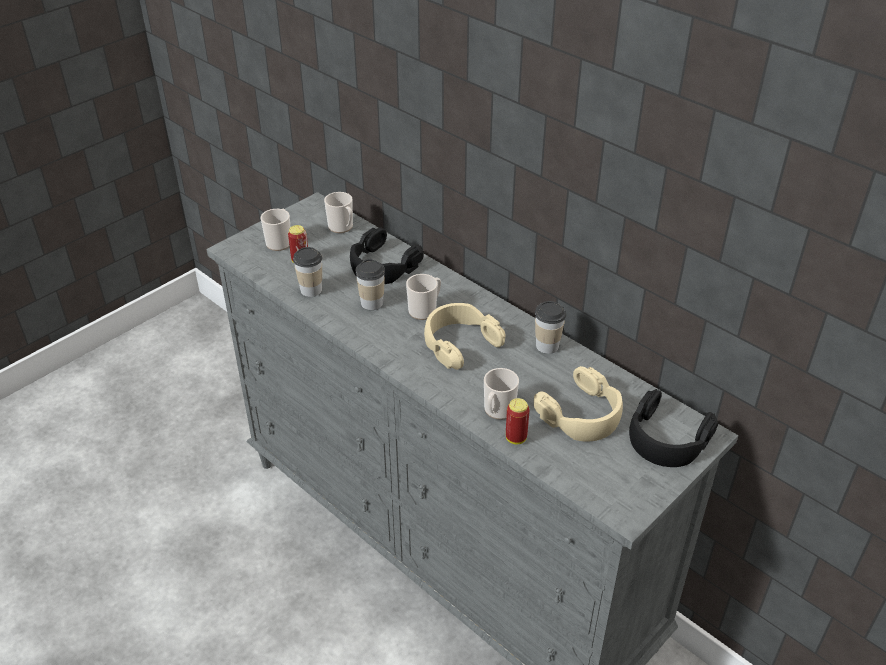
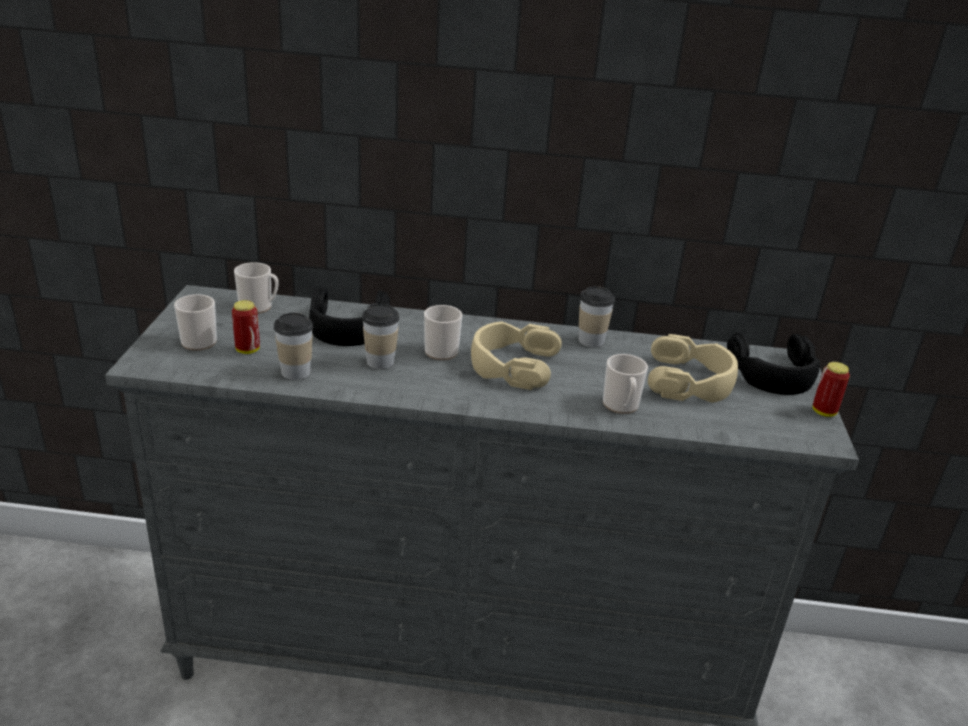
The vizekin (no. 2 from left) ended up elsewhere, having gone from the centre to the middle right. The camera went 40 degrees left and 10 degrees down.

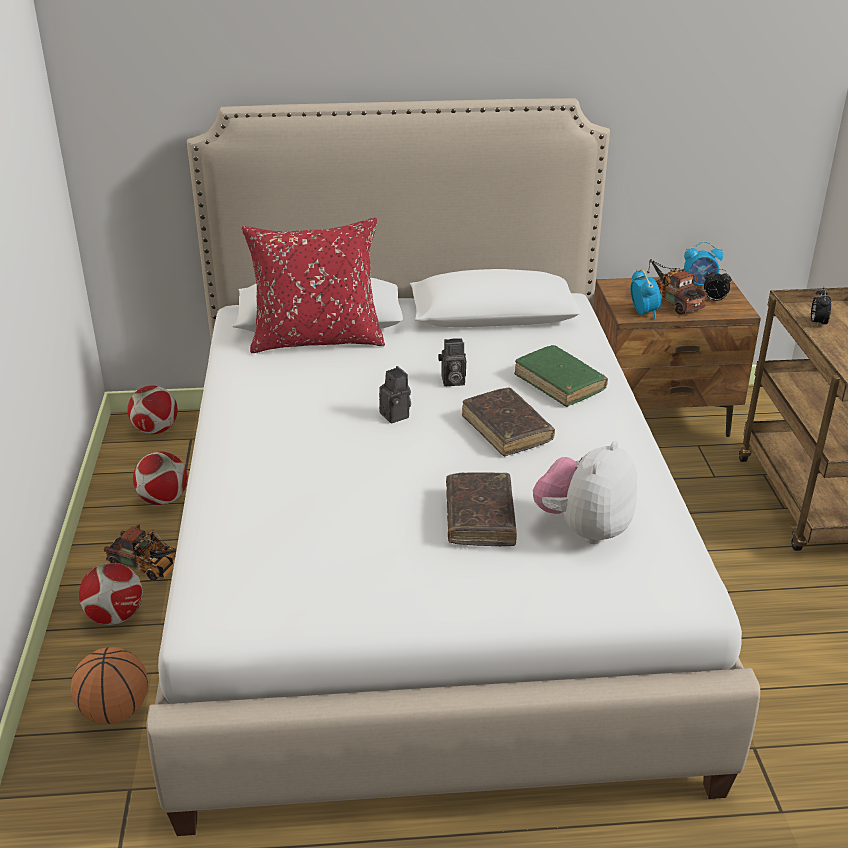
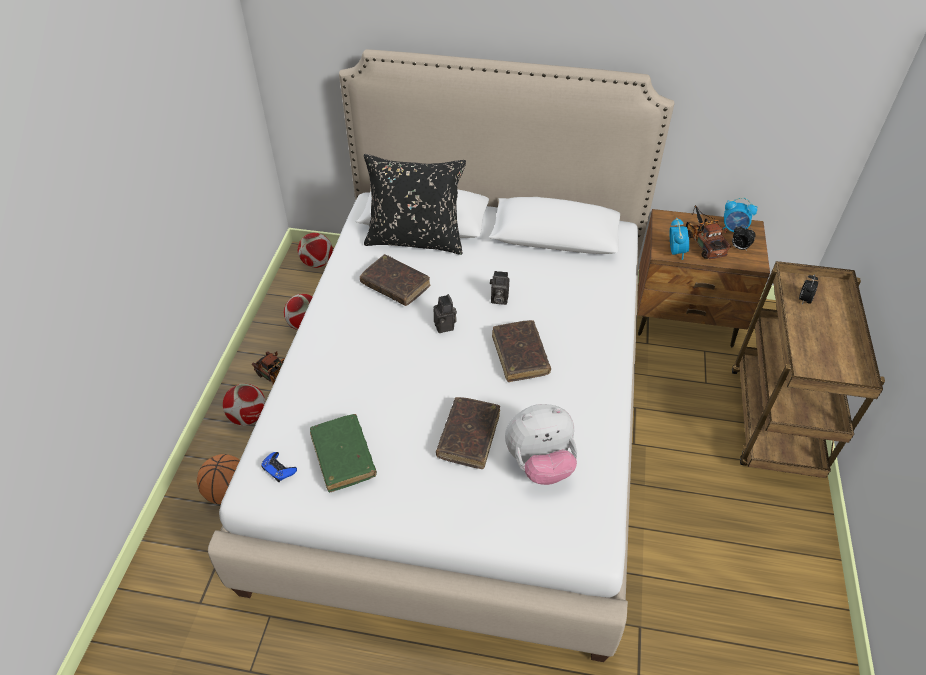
The second view gained the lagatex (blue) at the bottom left. The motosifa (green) ended up elsewhere, having gone from the centre to the bottom centre. The second view gained the motosifa (brown) (no. 1 from left) at the centre. What was the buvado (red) at the centre turned into the buvado (black) at the top centre. The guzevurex at the middle right ended up facing another way, 150 degrees counterclockwise from before. The camera went 15 degrees right and 15 degrees up.

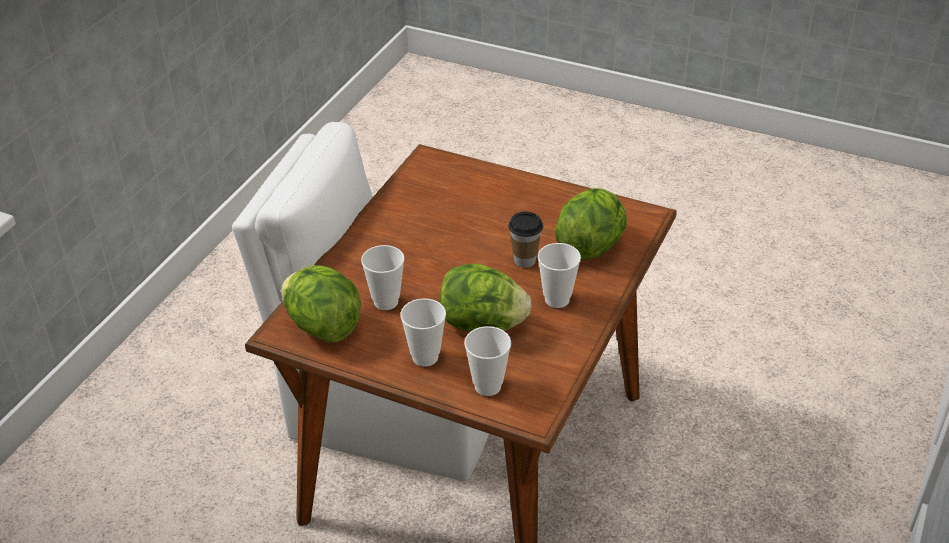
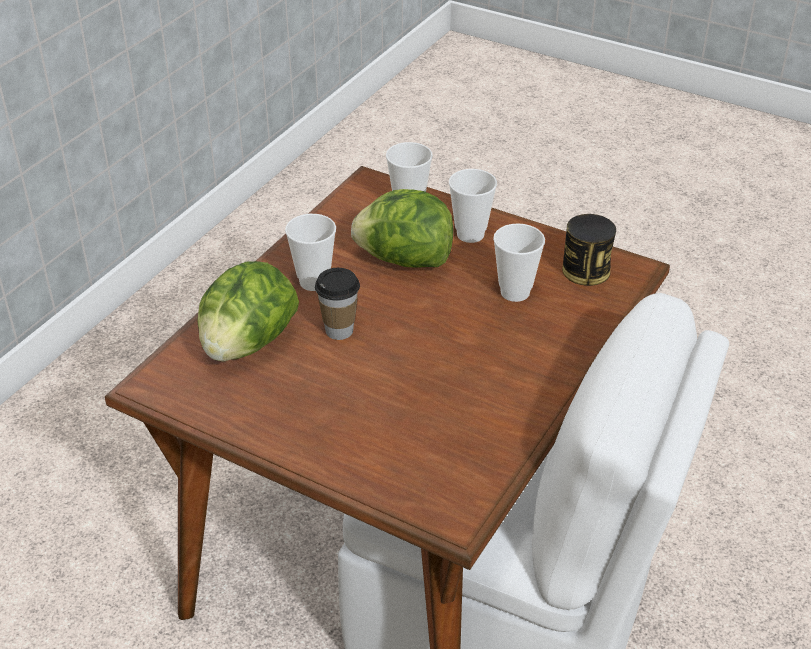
Where the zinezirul (no. 1 from left) stood at the centre, the vizekin came to stand at the middle right. The camera went 175 degrees left and 0 degrees up.

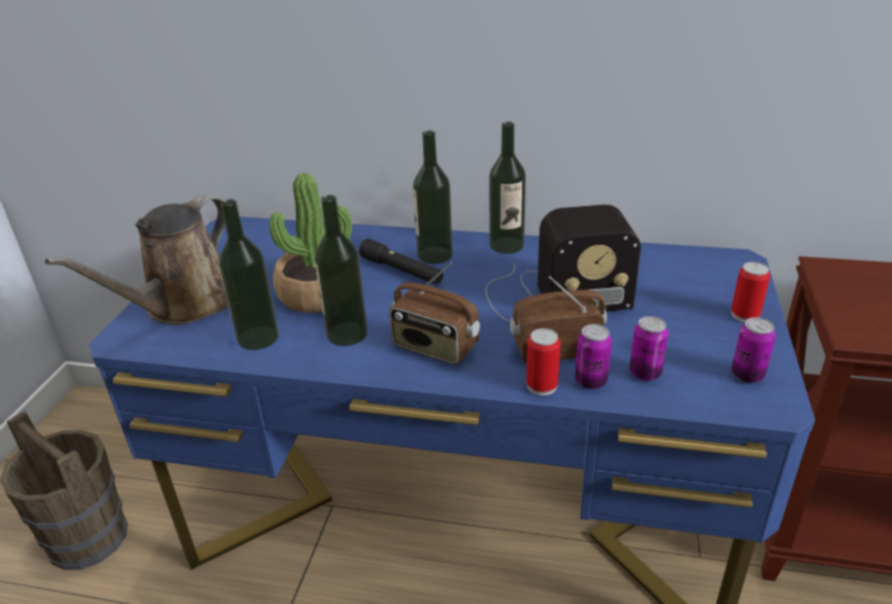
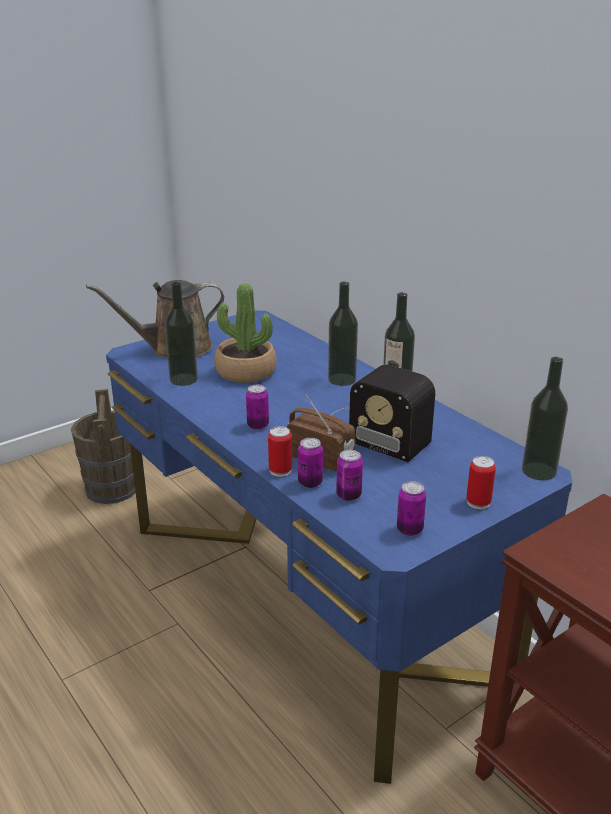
Where the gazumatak (no. 1 from left) stood at the centre, the vizekin (no. 1 from left) came to stand at the centre. The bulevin (no. 2 from left in the first image) ended up elsewhere, having gone from the centre to the middle right. The second view lost the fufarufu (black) at the centre. The camera went 40 degrees right and 5 degrees down.

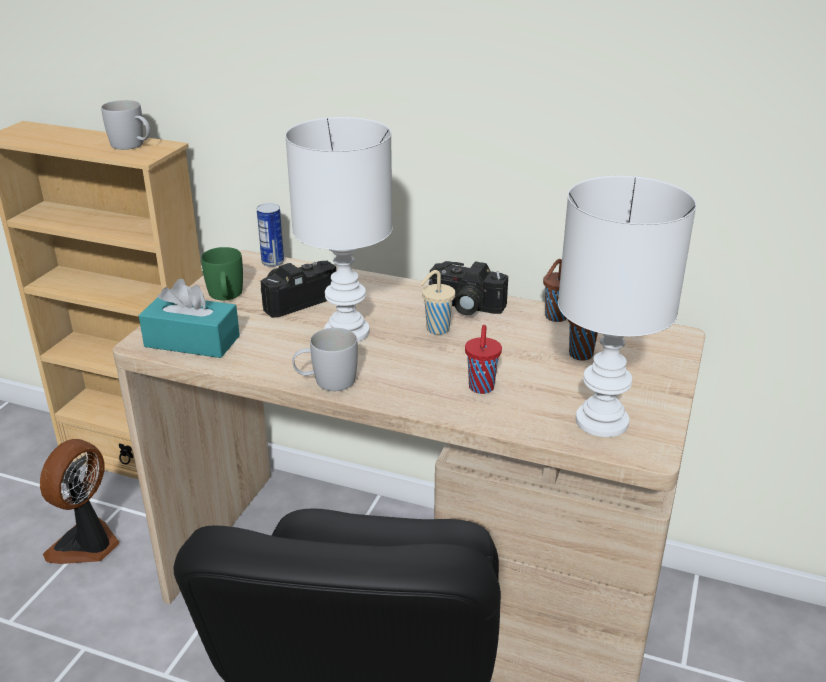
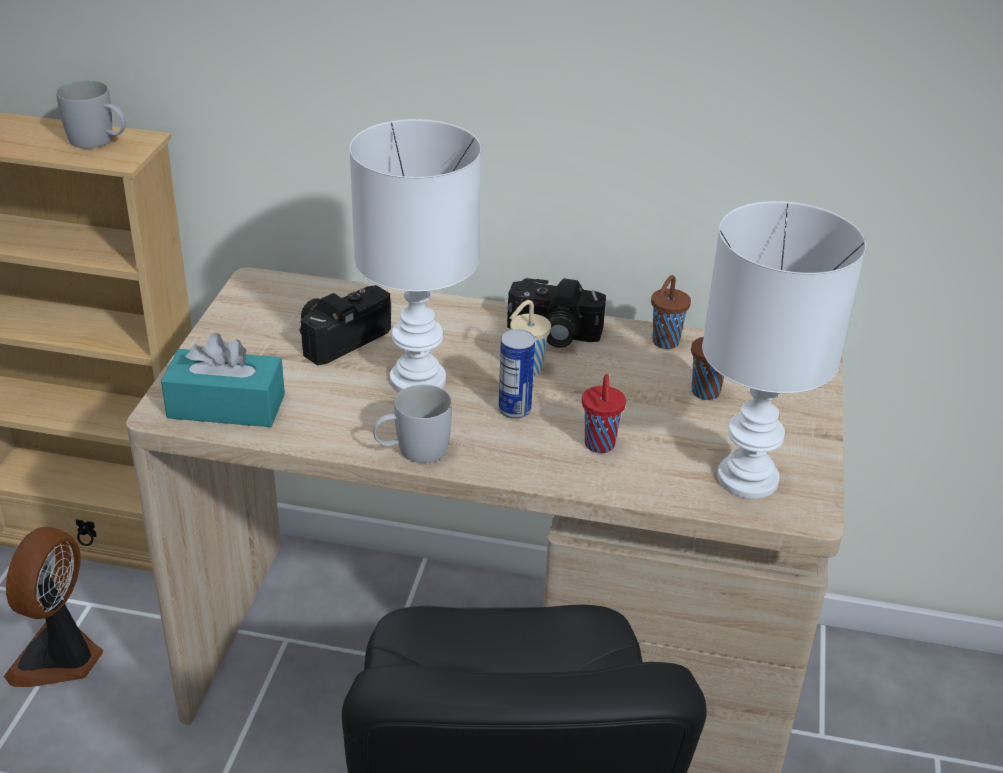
The vizekin ended up elsewhere, having gone from the middle left to the centre. The second view lost the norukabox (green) at the middle left. The camera went 10 degrees left and 5 degrees up.

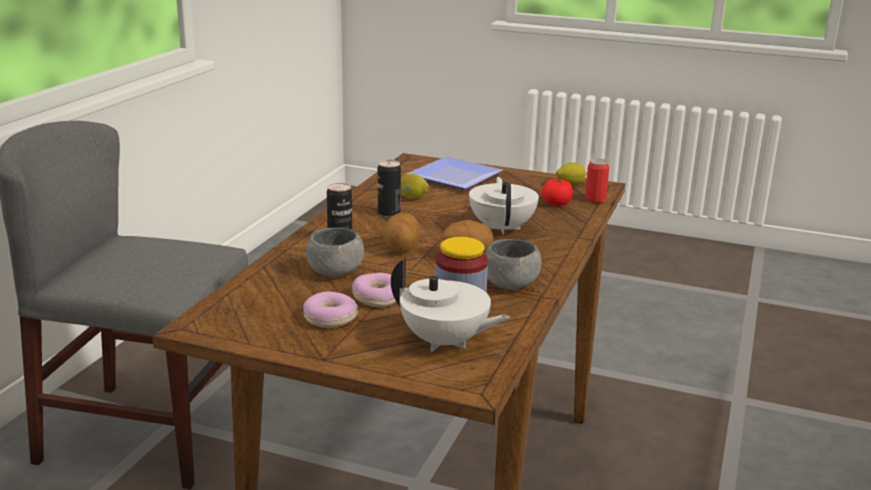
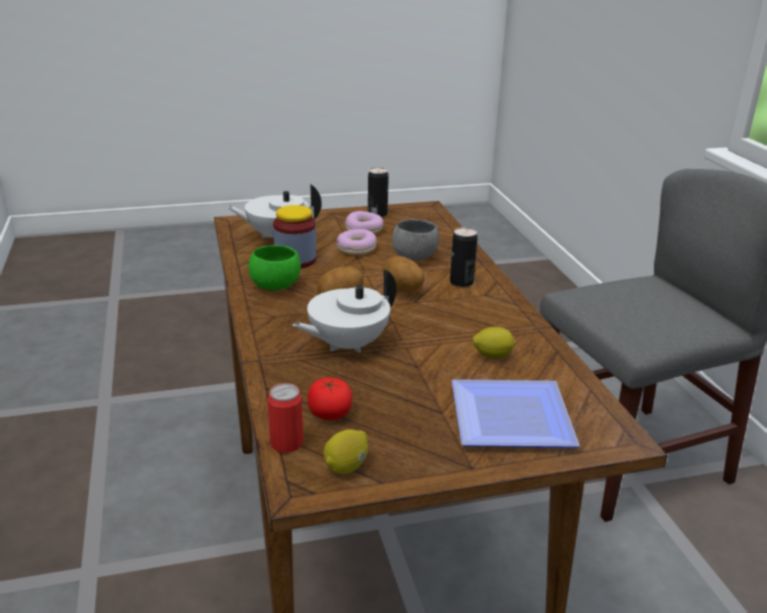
What was the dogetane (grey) (no. 2 from left) at the centre turned into the dogetane (green) at the centre. The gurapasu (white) (no. 2 from left) at the centre ended up facing another way, 90 degrees clockwise from before. The vizekin (no. 2 from left) ended up elsewhere, having gone from the centre to the top centre. The camera went 145 degrees right and 5 degrees up.

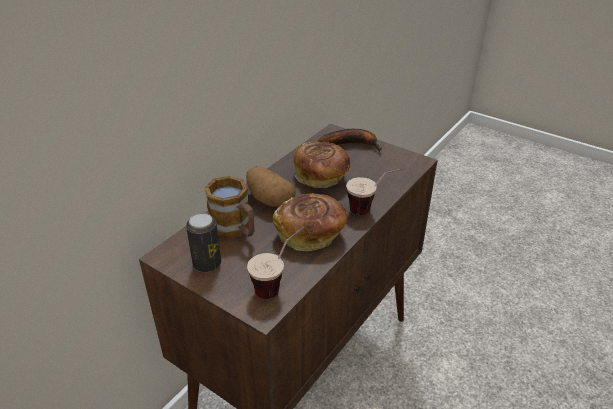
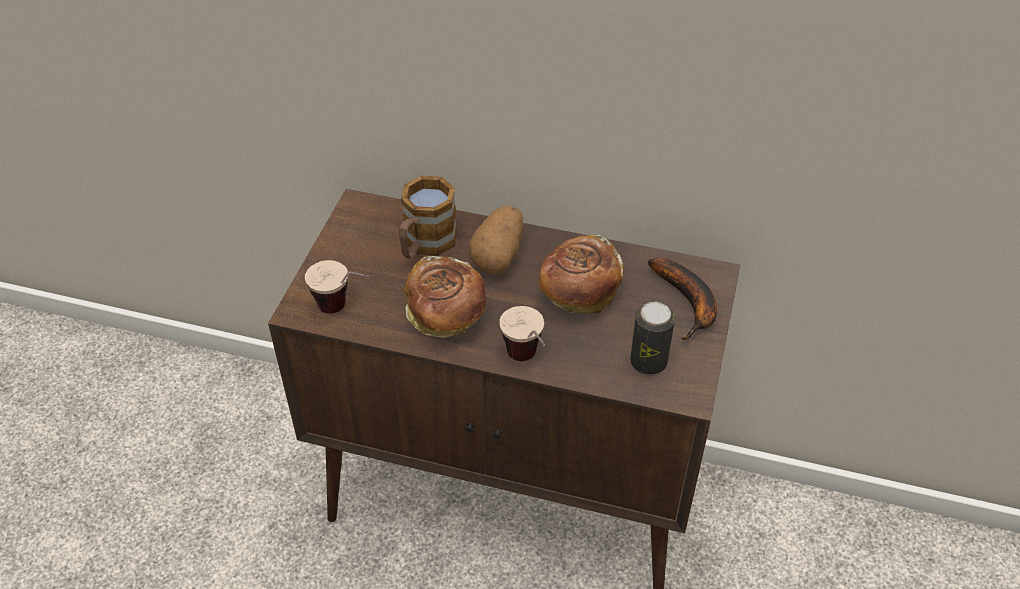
The vizekin ended up elsewhere, having gone from the middle left to the centre. The camera went 70 degrees right and 10 degrees up.

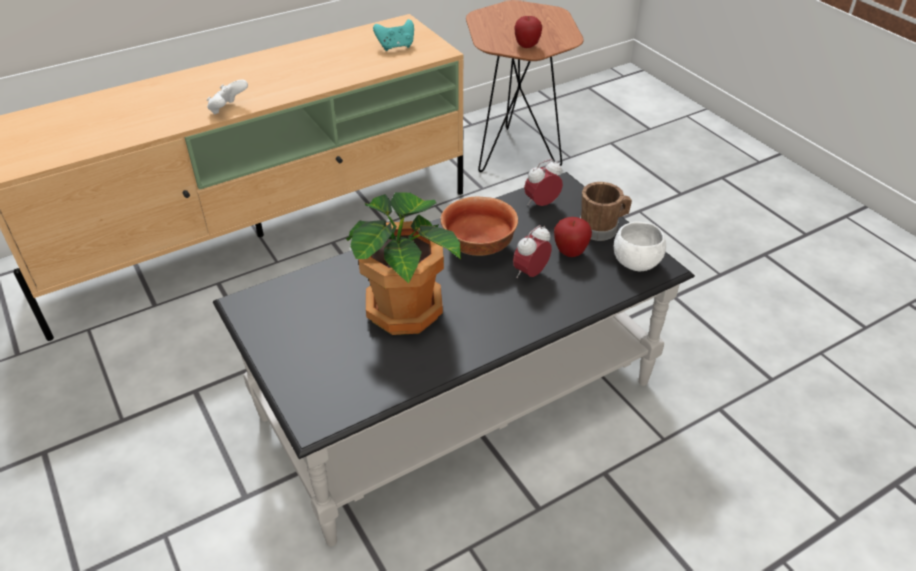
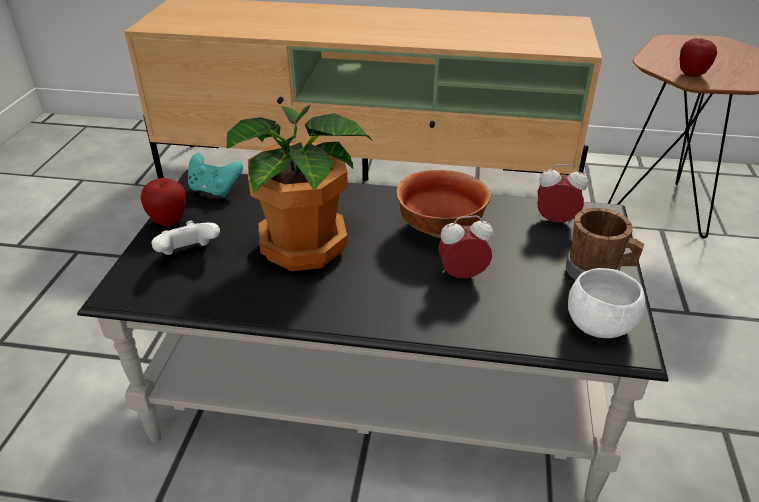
The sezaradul (no. 2 from left in the first image) ended up elsewhere, having gone from the centre to the middle left. The lagatex (white) ended up elsewhere, having gone from the top left to the middle left. The lagatex (turquoise) ended up elsewhere, having gone from the top centre to the middle left. The camera went 40 degrees right and 5 degrees down.

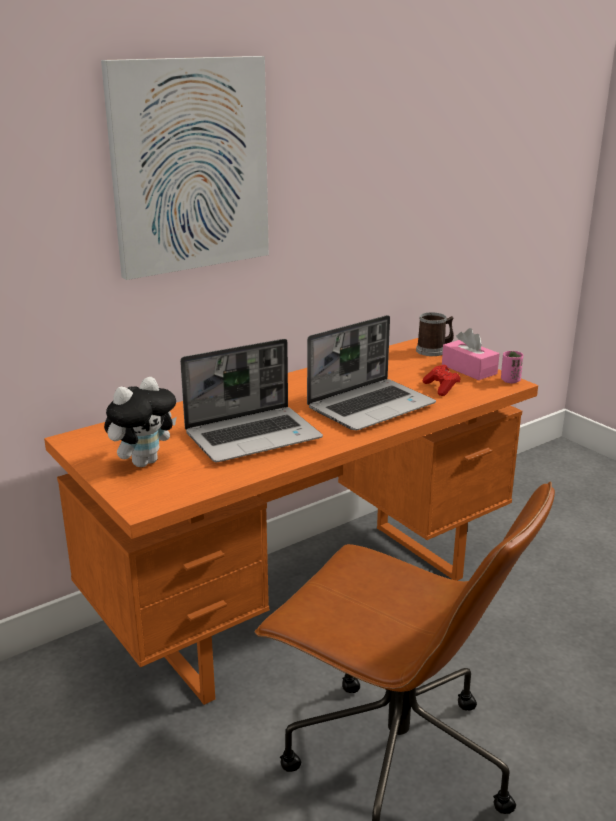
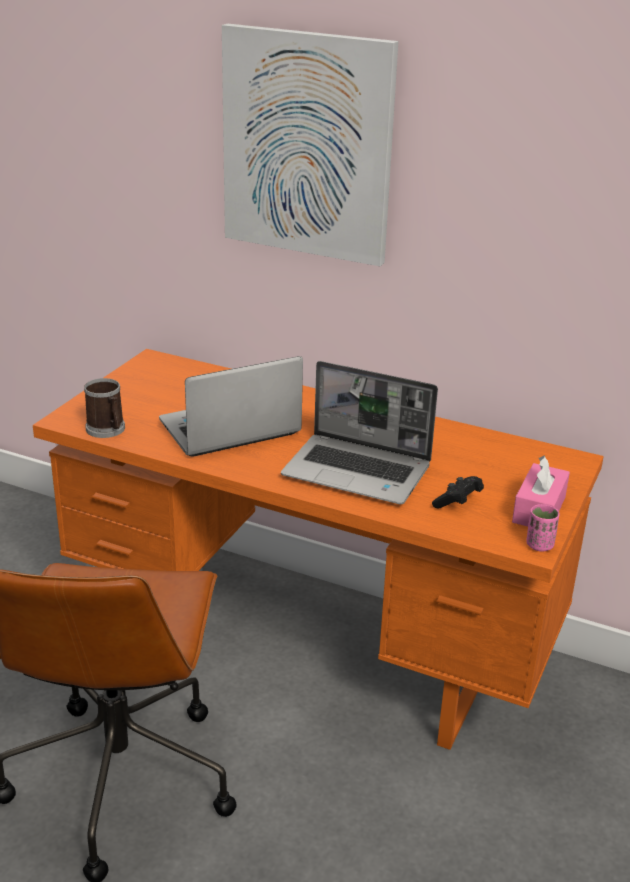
The norukabox ended up elsewhere, having gone from the middle right to the middle left. The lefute (no. 1 from left) at the centre ended up facing another way, 120 degrees clockwise from before. What was the lagatex (red) at the middle right turned into the lagatex (black) at the middle right. The second view lost the guzevurex at the middle left. The camera went 60 degrees right and 5 degrees up.

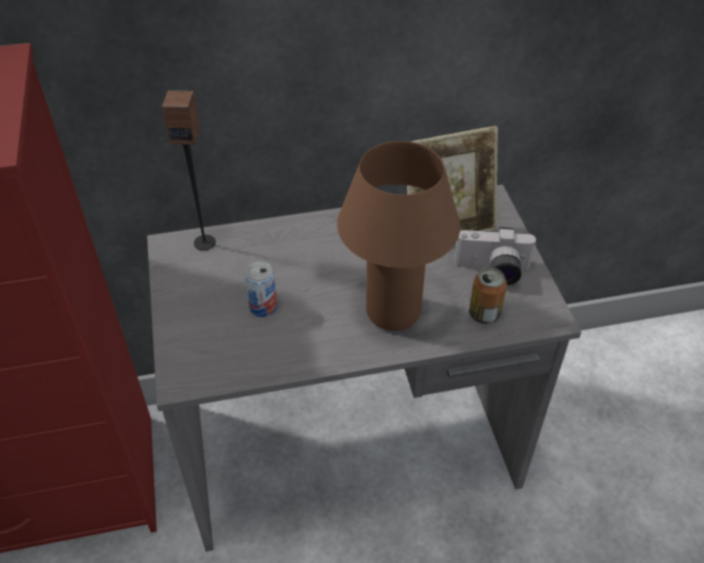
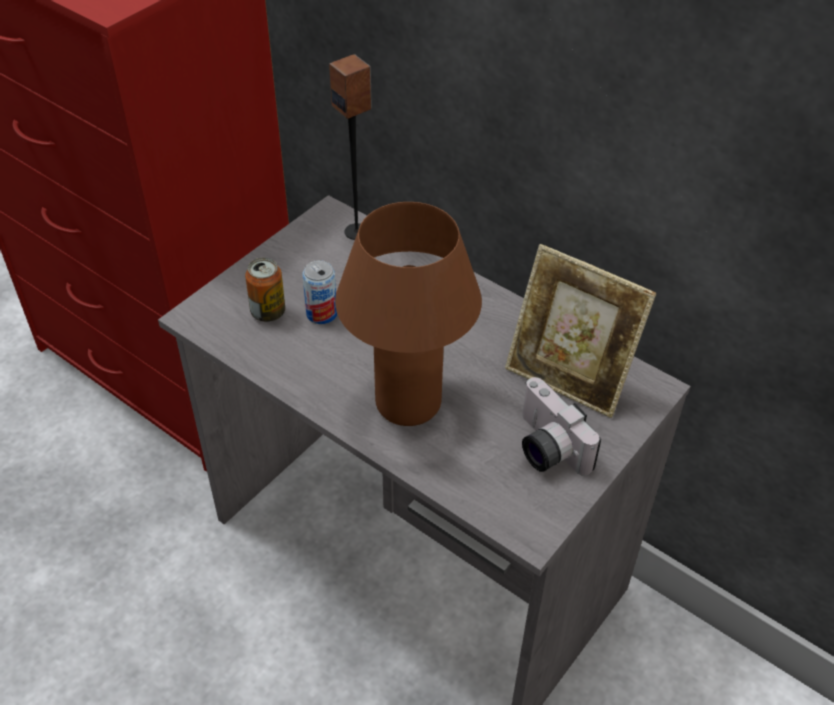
The vizekin (no. 2 from left in the first image) ended up elsewhere, having gone from the middle right to the middle left. The camera went 50 degrees right and 0 degrees up.

